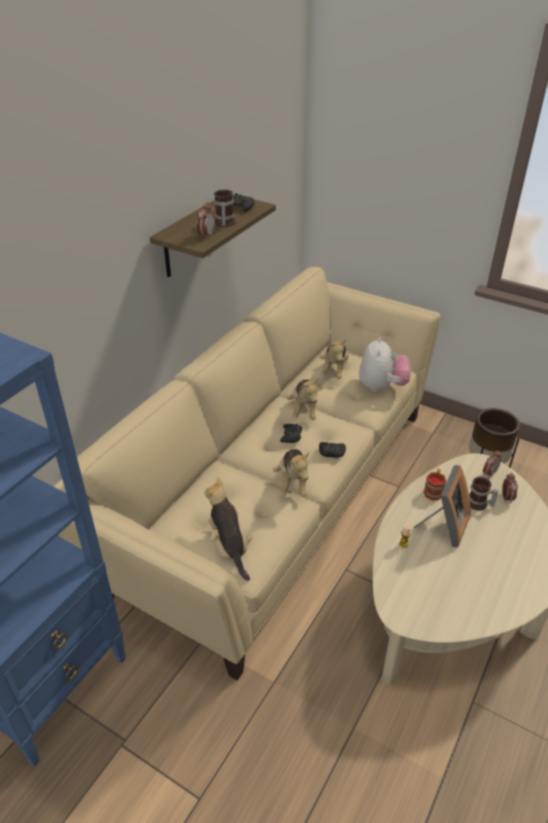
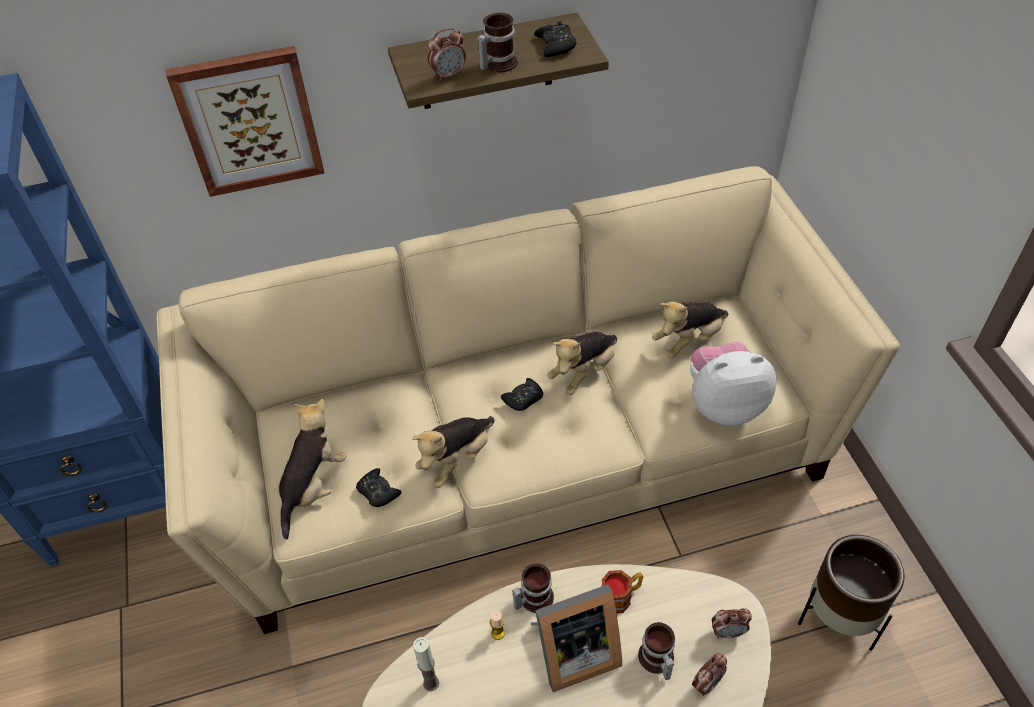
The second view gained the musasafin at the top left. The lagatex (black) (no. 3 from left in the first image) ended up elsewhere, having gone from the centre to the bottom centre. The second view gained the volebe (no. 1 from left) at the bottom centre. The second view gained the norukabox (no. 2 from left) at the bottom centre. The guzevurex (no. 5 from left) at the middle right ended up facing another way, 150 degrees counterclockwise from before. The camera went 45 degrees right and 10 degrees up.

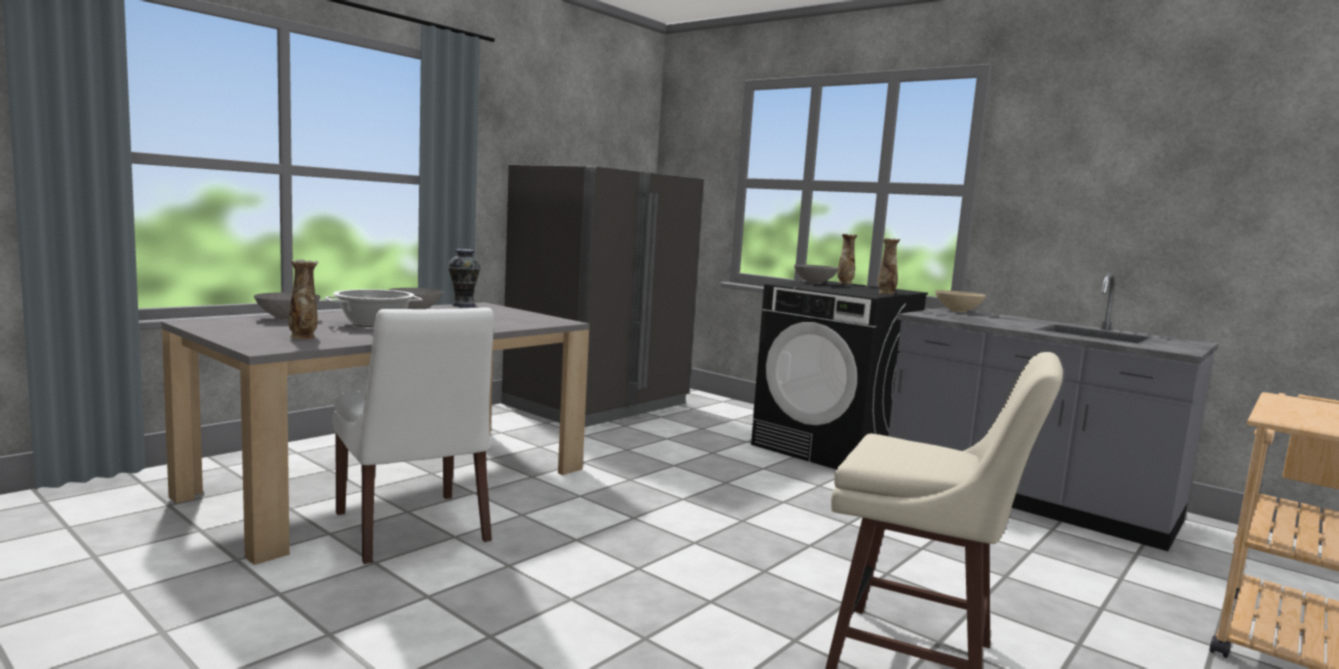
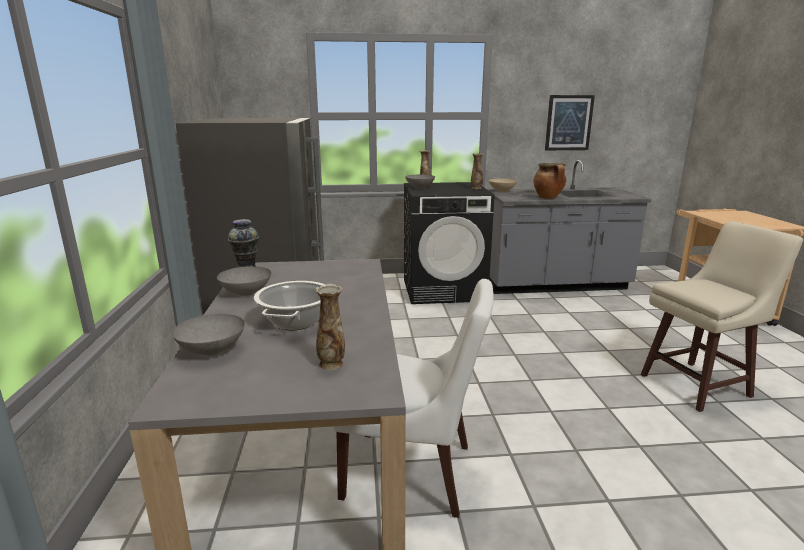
The second view gained the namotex (no. 2 from left) at the top right. The second view gained the musasafin at the top right. The camera went 45 degrees left and 10 degrees up.

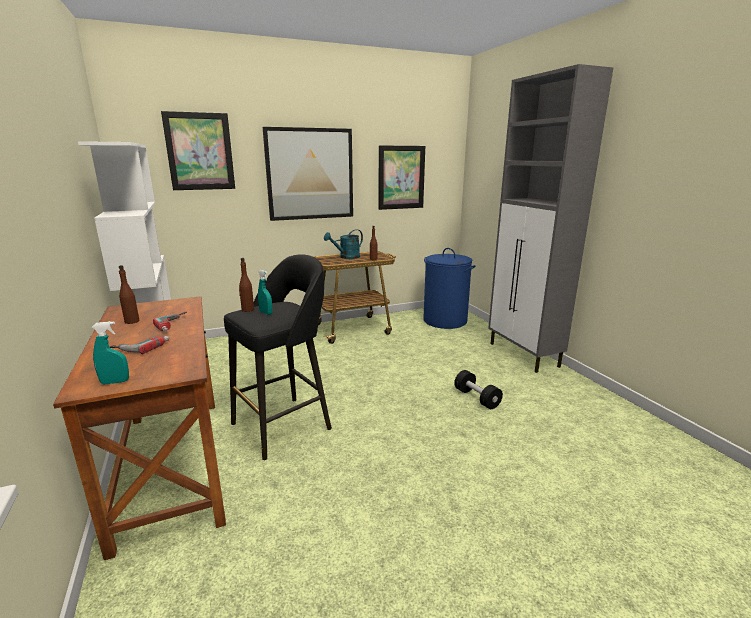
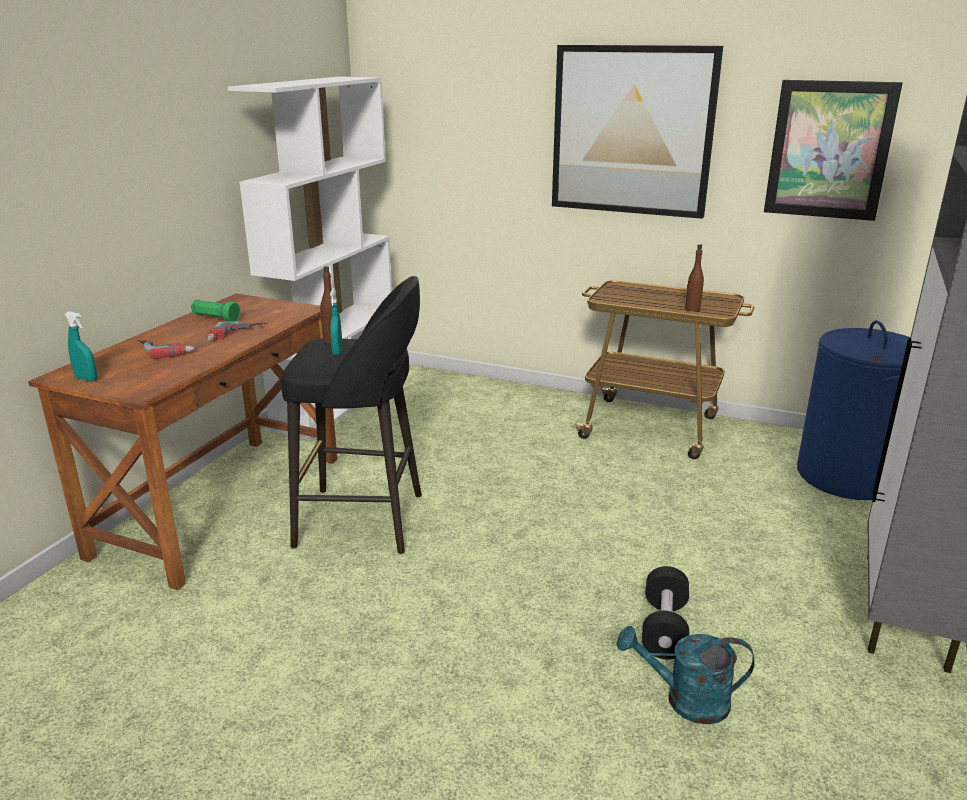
Where the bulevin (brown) (no. 1 from left) stood at the middle left, the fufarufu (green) came to stand at the middle left. The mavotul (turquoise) ended up elsewhere, having gone from the centre to the bottom right. The second view lost the musasafin (no. 1 from left) at the top left. The camera went 45 degrees right and 5 degrees up.

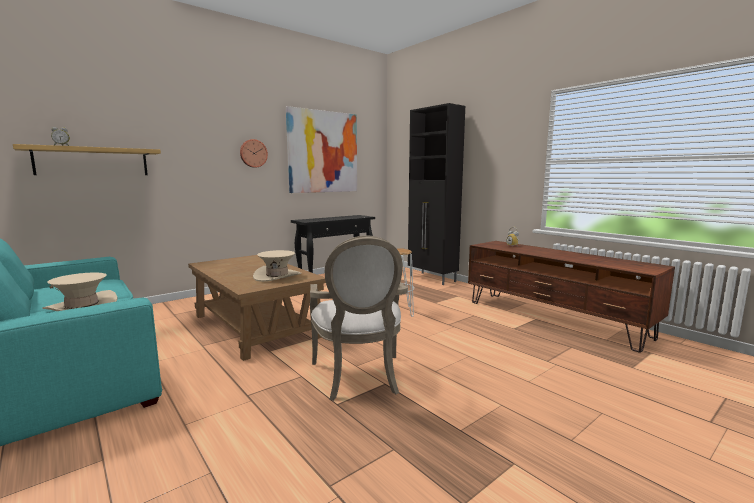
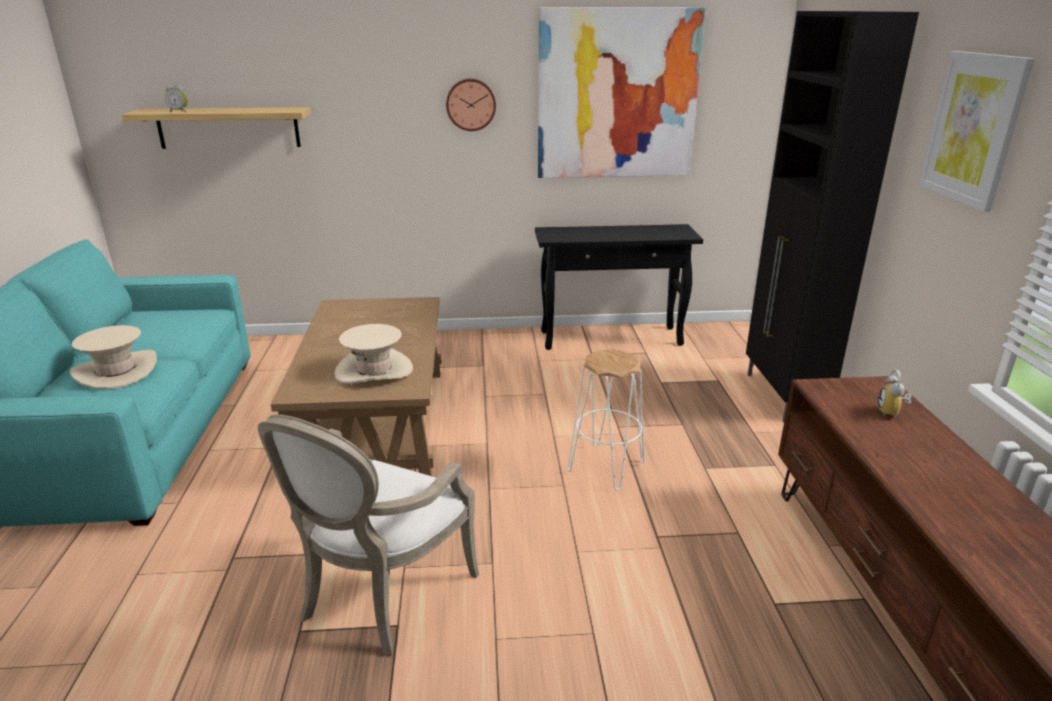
The second view gained the musasafin (no. 2 from left) at the top right. The camera went 35 degrees right and 15 degrees up.

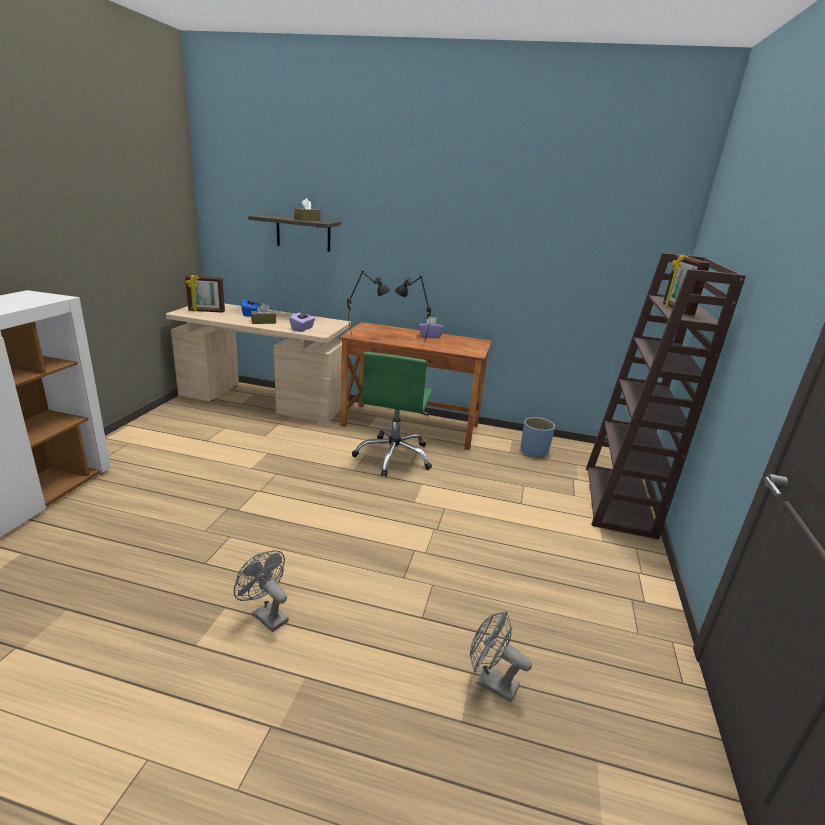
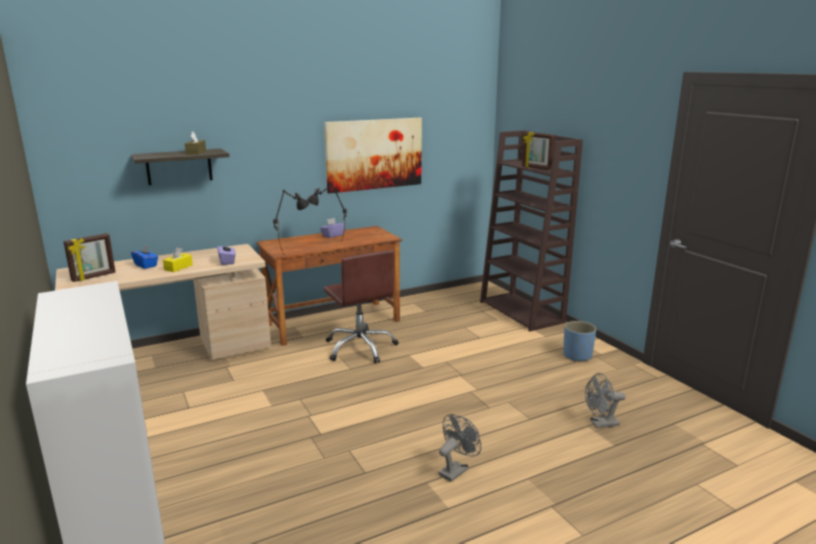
What was the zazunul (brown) (no. 1 from left) at the middle left turned into the zazunul (yellow) at the middle left. What was the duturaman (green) at the centre turned into the duturaman (brown) at the centre. The second view gained the musasafin at the top centre. The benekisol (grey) (no. 1 from left) at the bottom left ended up facing another way, 135 degrees clockwise from before. The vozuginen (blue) ended up elsewhere, having gone from the centre to the middle right. The camera went 40 degrees left and 5 degrees down.

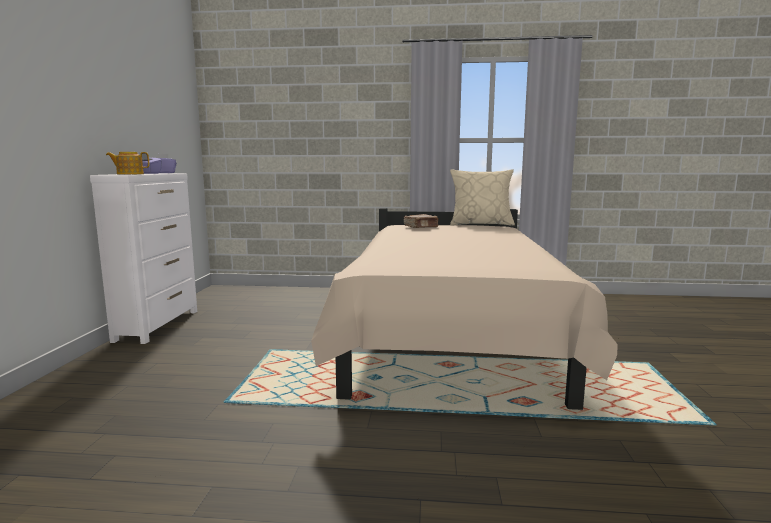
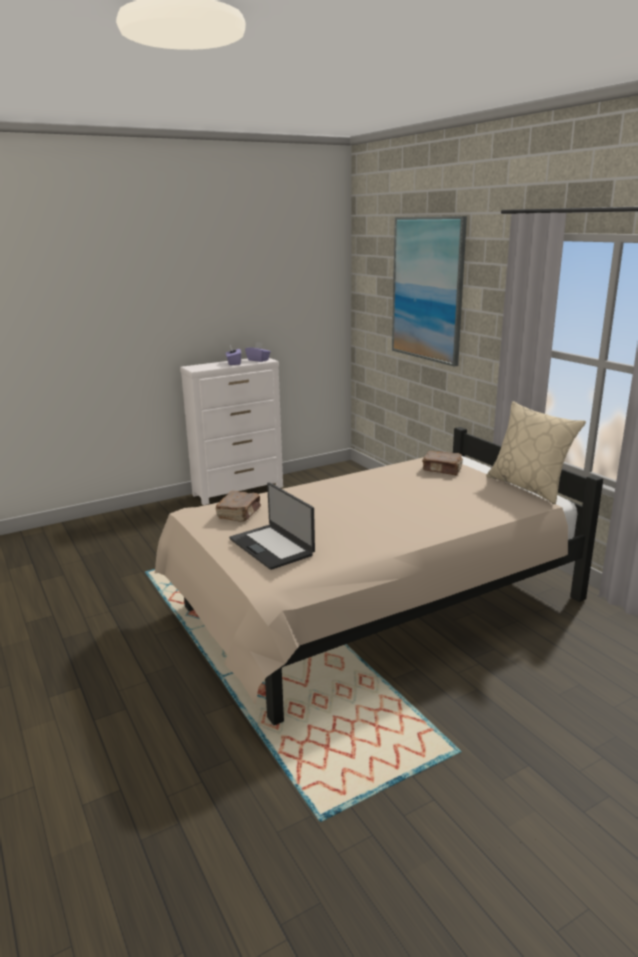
The second view gained the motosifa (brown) (no. 1 from left) at the centre. The second view gained the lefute at the centre. The second view gained the musasafin at the top right. The second view lost the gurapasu at the top left. The camera went 55 degrees right and 10 degrees up.

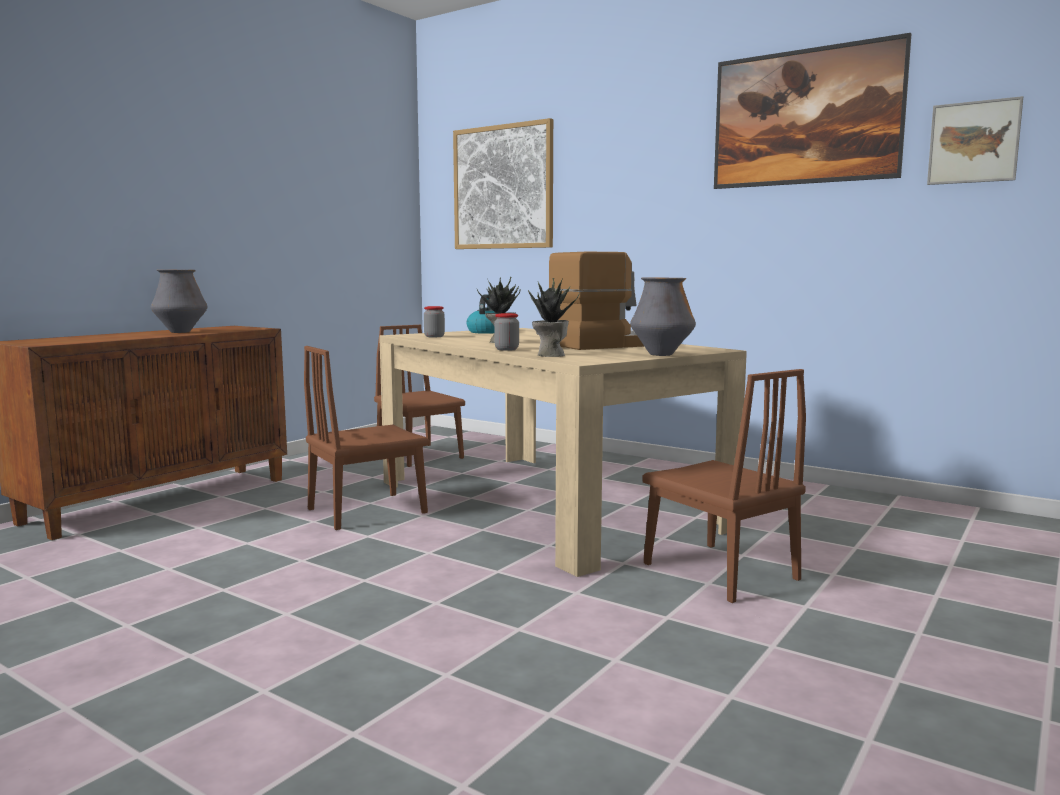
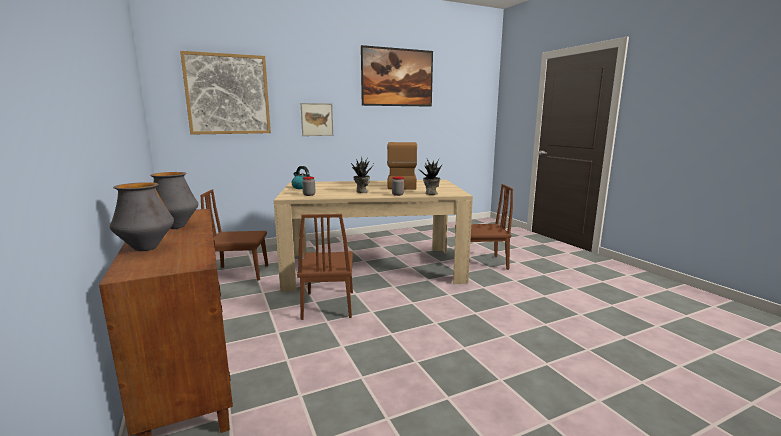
The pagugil (no. 2 from left in the first image) ended up elsewhere, having gone from the centre to the middle left. The musasafin (no. 3 from left in the first image) ended up elsewhere, having gone from the top right to the top centre. The camera went 60 degrees left and 5 degrees up.

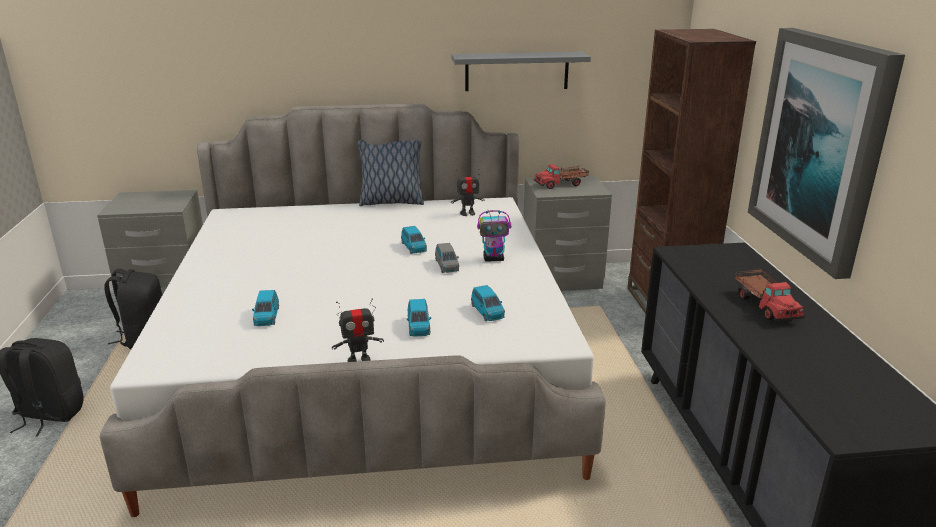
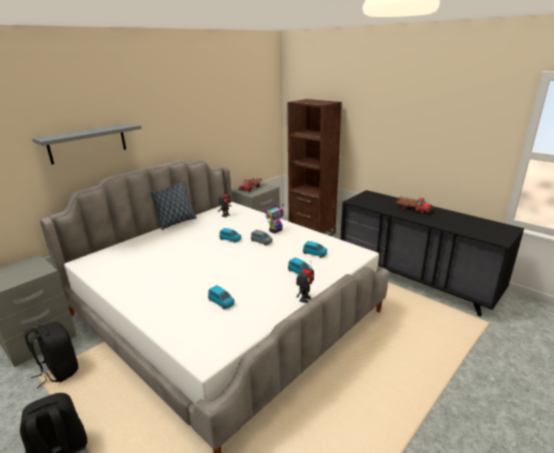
The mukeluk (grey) ended up elsewhere, having gone from the top centre to the top left. The second view lost the musasafin at the top right. The camera went 40 degrees left and 0 degrees up.

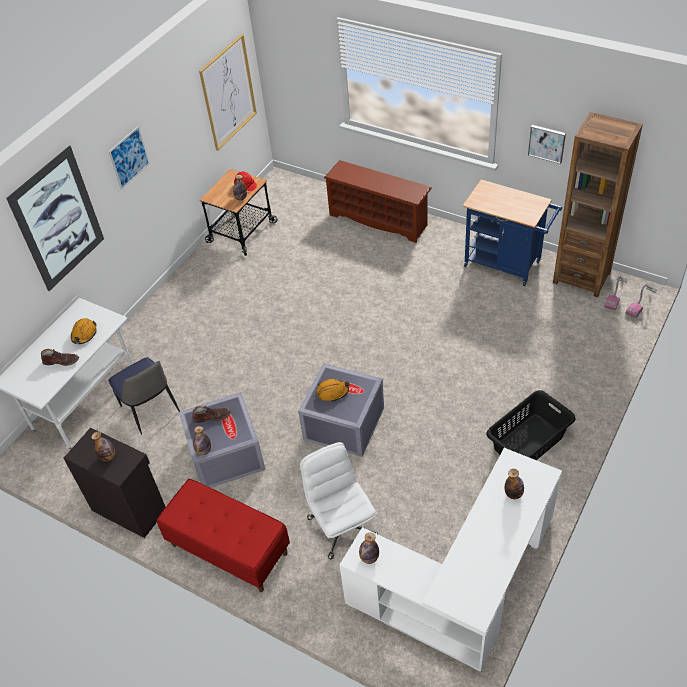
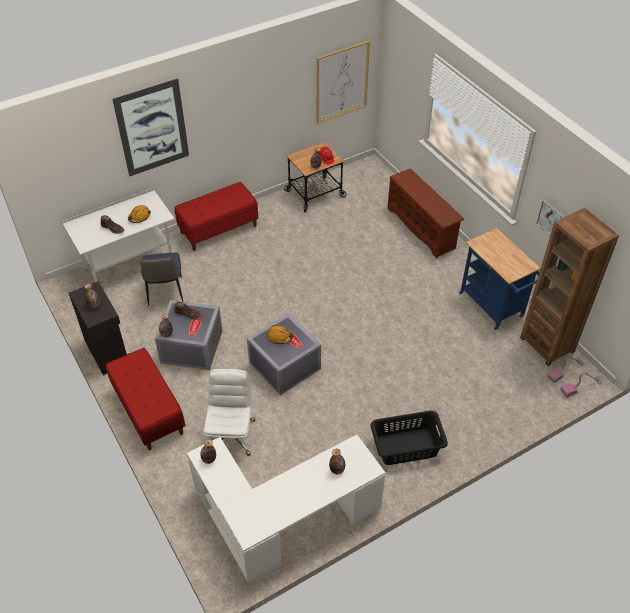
The second view gained the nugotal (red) (no. 2 from left) at the centre. The second view lost the musasafin (no. 2 from left) at the top left. The camera went 25 degrees right and 0 degrees up.

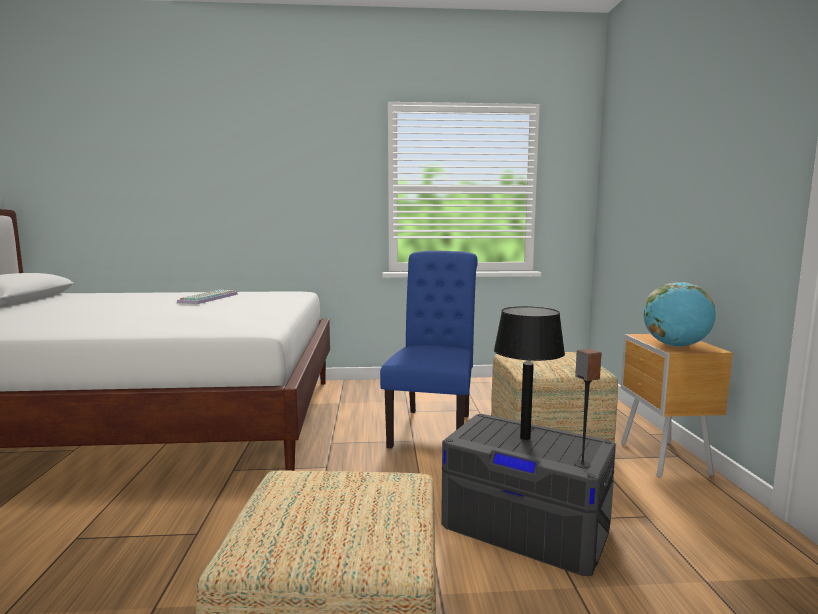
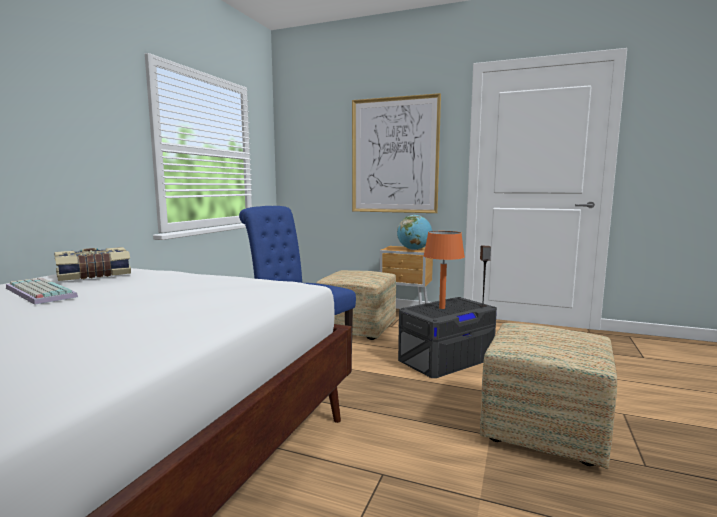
The second view gained the motosifa at the middle left. The second view gained the musasafin at the top centre. What was the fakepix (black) at the centre turned into the fakepix (orange) at the centre. The camera went 65 degrees left and 0 degrees up.

